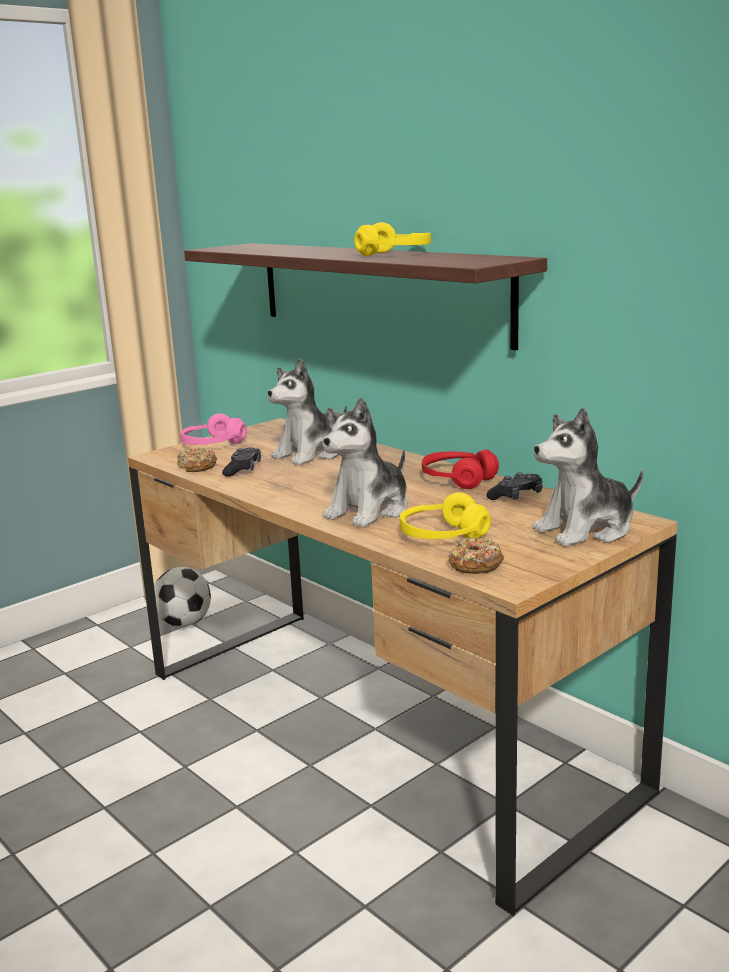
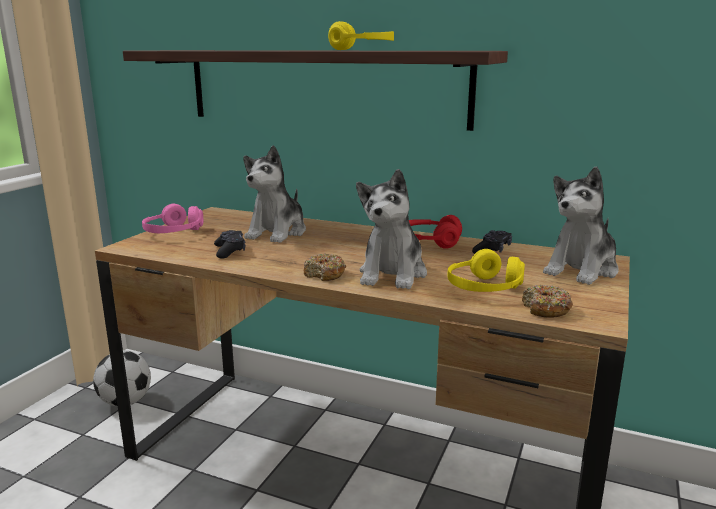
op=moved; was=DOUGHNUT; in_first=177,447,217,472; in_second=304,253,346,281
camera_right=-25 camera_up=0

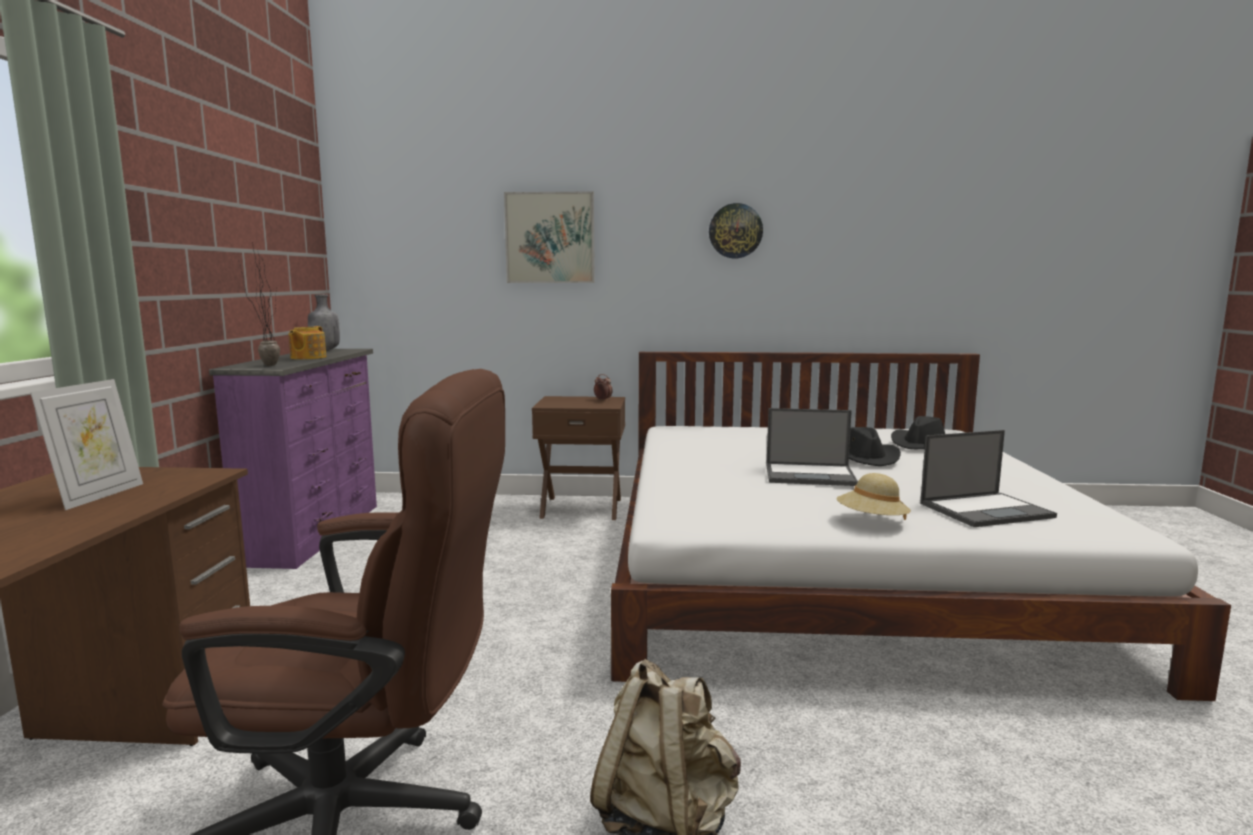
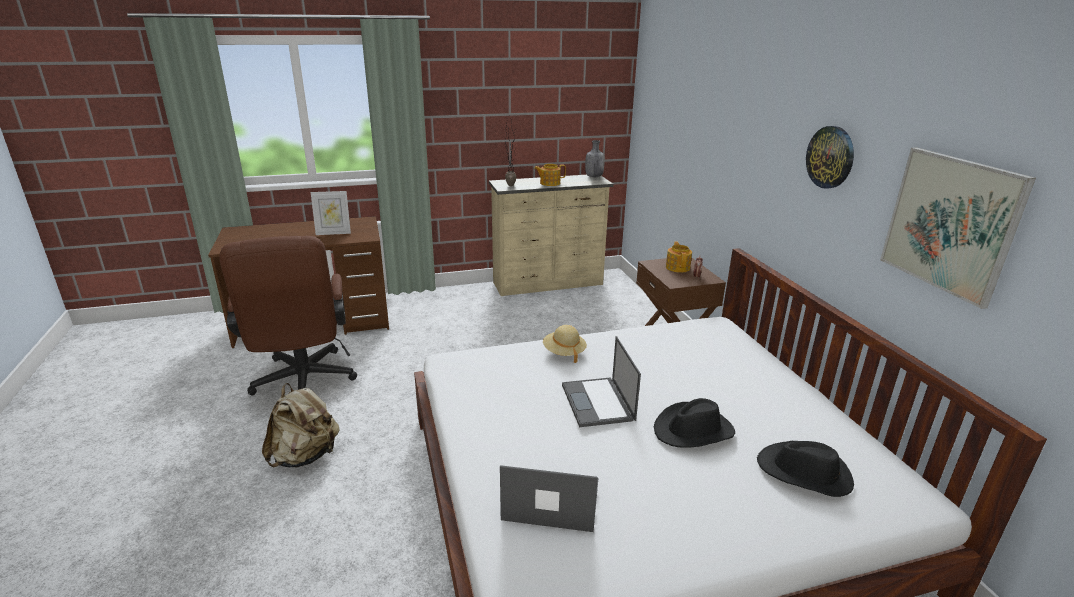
op=recoloured; was=PURPLISH DRAWER CHEST; now=BEIGE DRAWER CHEST; in_first=209,349,377,569; in_second=489,175,613,296
op=moved; was=WALL PICTURE; in_first=504,191,595,283; in_second=880,147,1036,309
op=moved; was=BEIGE HAT; in_first=836,473,911,520; in_second=543,325,587,363
op=turned; was=PORTABLE COMPUTER; in_first=920,430,1057,527; in_second=500,465,598,532; clockwise=135
op=added; now=TEA POT; in_second=666,242,692,273
camera_right=70 camera_up=15

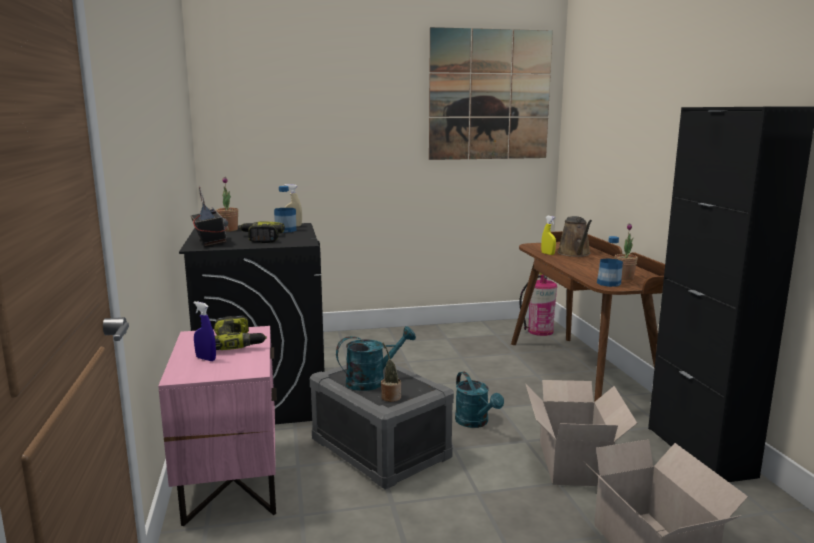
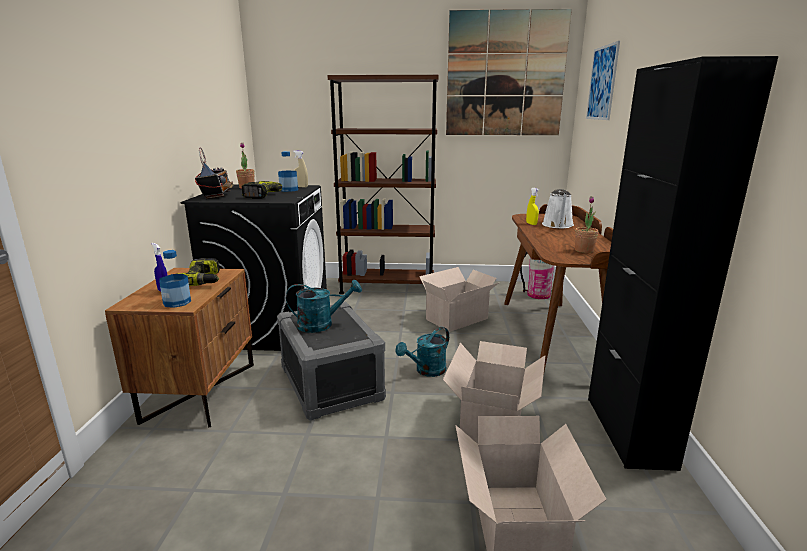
op=recoloured; was=PINK NIGHT TABLE; now=BROWNISH NIGHT TABLE; in_first=158,326,277,526; in_second=105,268,254,428
op=removed; was=HOUSEPLANT; in_first=381,342,401,402
op=turned; was=TURQUOISE-COLOURED WATERING CAN; in_first=455,372,504,428; in_second=395,327,449,377; clockwise=60
op=recoloured; was=BROWNISH WATERING CAN; now=WHITE WATERING CAN; in_first=558,216,592,257; in_second=542,189,574,228
op=moved; was=BEVERAGE BOTTLE; in_first=597,236,623,287; in_second=159,250,191,308
op=added; now=BROWNISH BOOKCASE; in_second=328,75,439,294
op=added; now=CARDBOARD BOX; in_second=419,267,498,332
op=added; now=WALL PICTURE; in_second=586,41,620,120
camera_right=15 camera_up=5

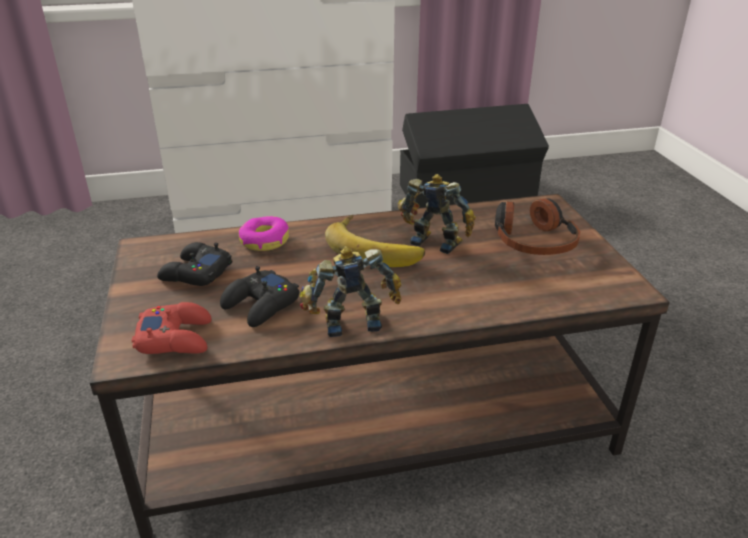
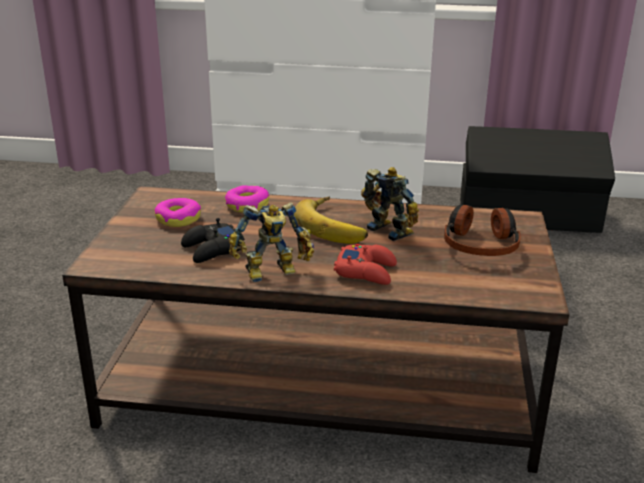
op=moved; was=RED-COLOURED GAME CONTROLLER; in_first=132,302,212,354; in_second=334,244,397,285
op=replaced; was=BLACK GAME CONTROLLER; now=DOUGHNUT; in_first=157,242,232,286; in_second=154,198,201,227
op=turned; was=ROBOT FIGURE; in_first=300,246,402,337; in_second=229,202,314,282; clockwise=150
camera_right=20 camera_up=-5

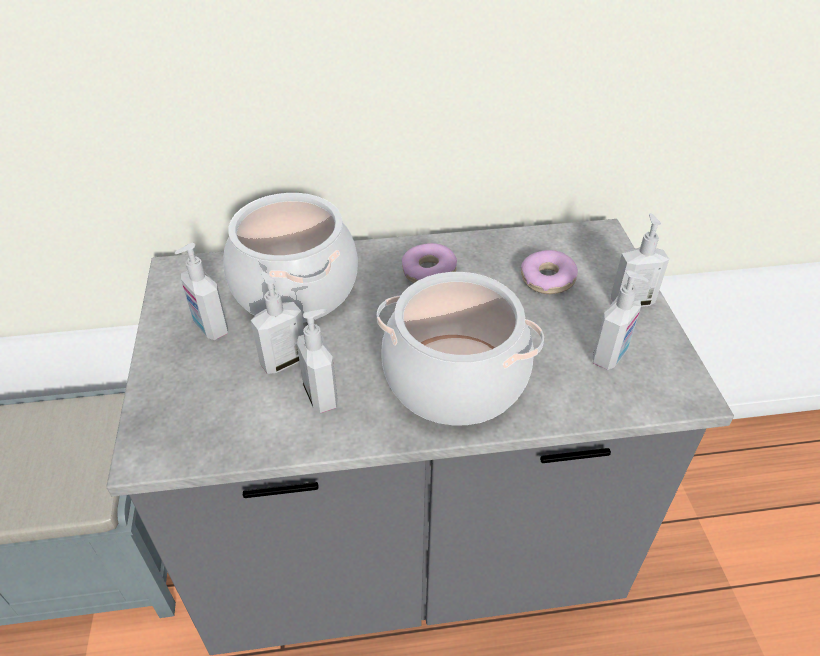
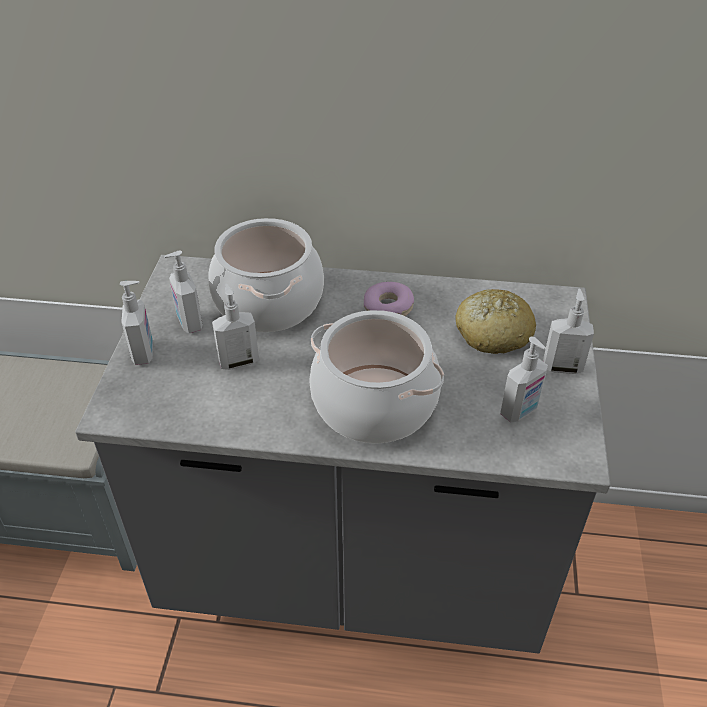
op=moved; was=LIQUID SOAP BOTTLE; in_first=297,309,338,413; in_second=120,281,153,365
op=replaced; was=DOUGHNUT; now=BAKERY BREAD; in_first=521,250,578,294; in_second=456,289,536,354
camera_right=15 camera_up=0

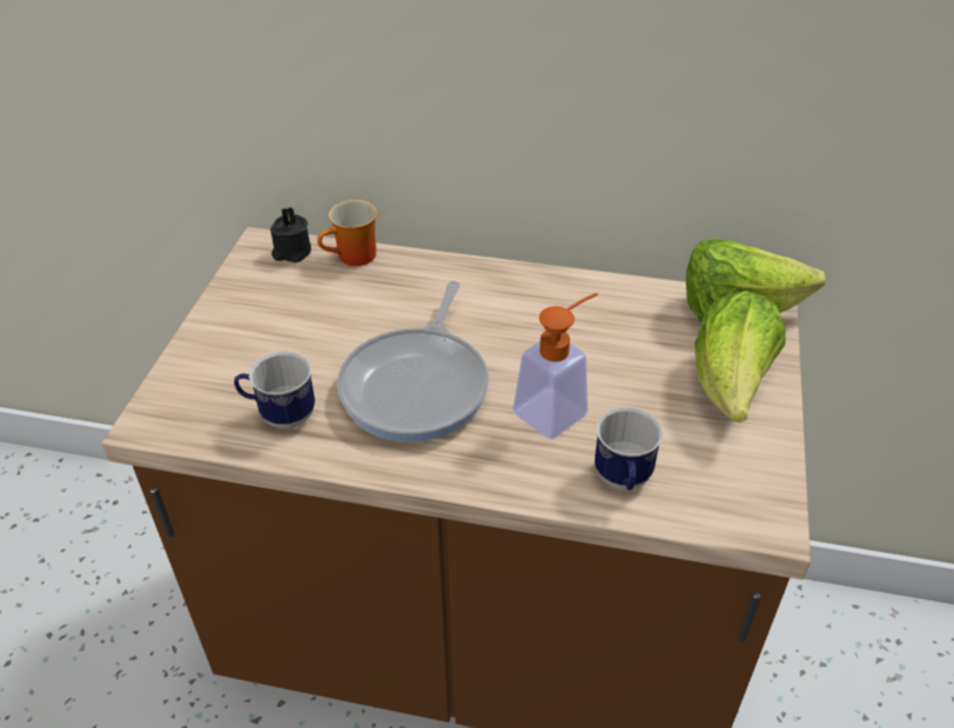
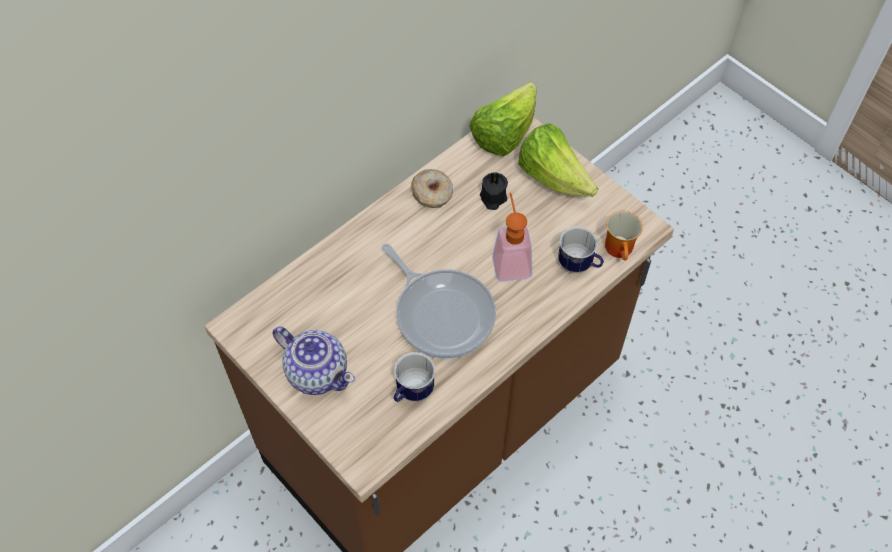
op=moved; was=BLACK CANDLE; in_first=270,207,311,263; in_second=480,172,508,210
op=moved; was=TEA MUG; in_first=317,200,377,266; in_second=605,211,643,260
op=added; now=TEA POT; in_second=272,326,355,395
op=added; now=DOUGHNUT; in_second=411,169,453,208
camera_right=-55 camera_up=15

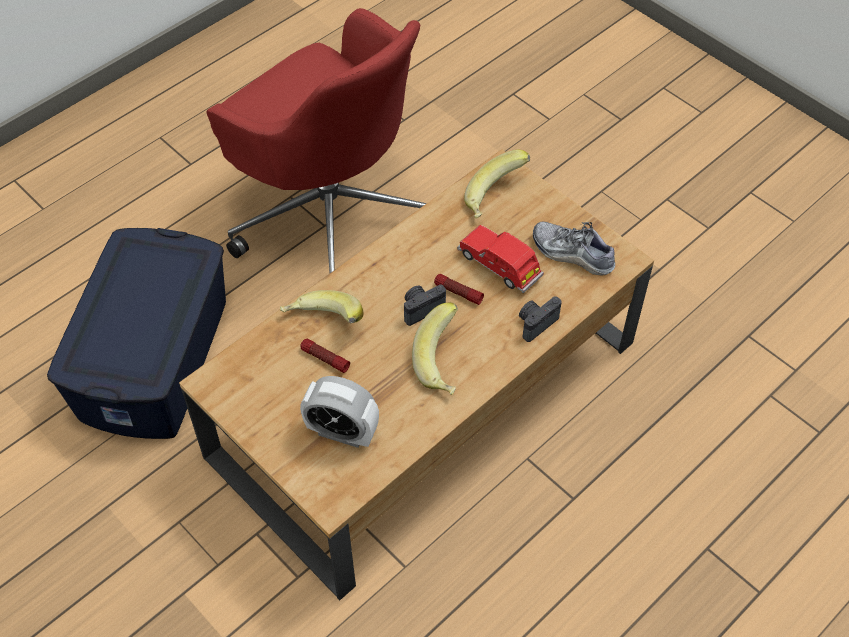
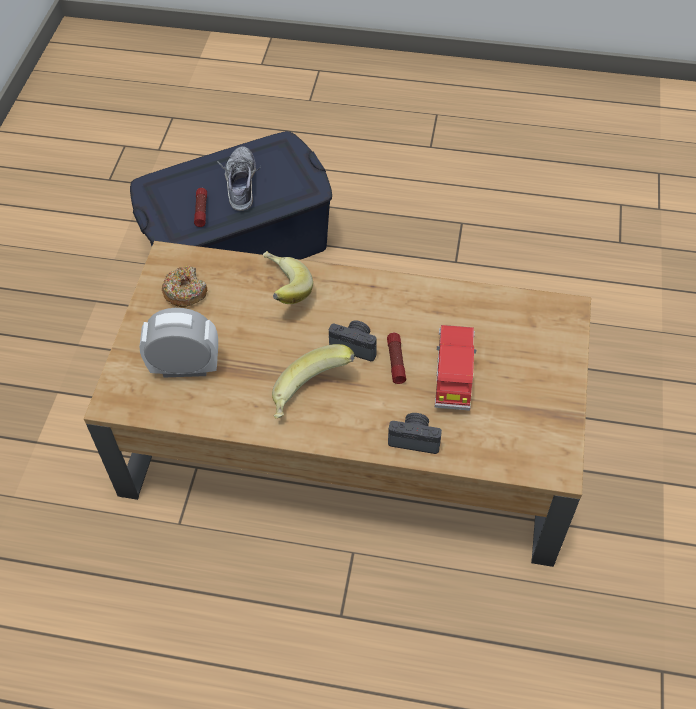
op=removed; was=RED-COLOURED DESK CHAIR; in_first=207,8,427,273
op=moved; was=HAND TORCH; in_first=300,339,350,373; in_second=194,188,207,227
op=turned; was=ALARM CLOCK; in_first=300,376,379,448; in_second=139,308,218,377; clockwise=105
op=removed; was=BANANA; in_first=464,150,530,218
op=moved; was=LOW SHOE; in_first=533,222,615,275; in_second=217,146,261,211
op=added; now=DOUGHNUT; in_second=162,266,207,307
camera_right=55 camera_up=0

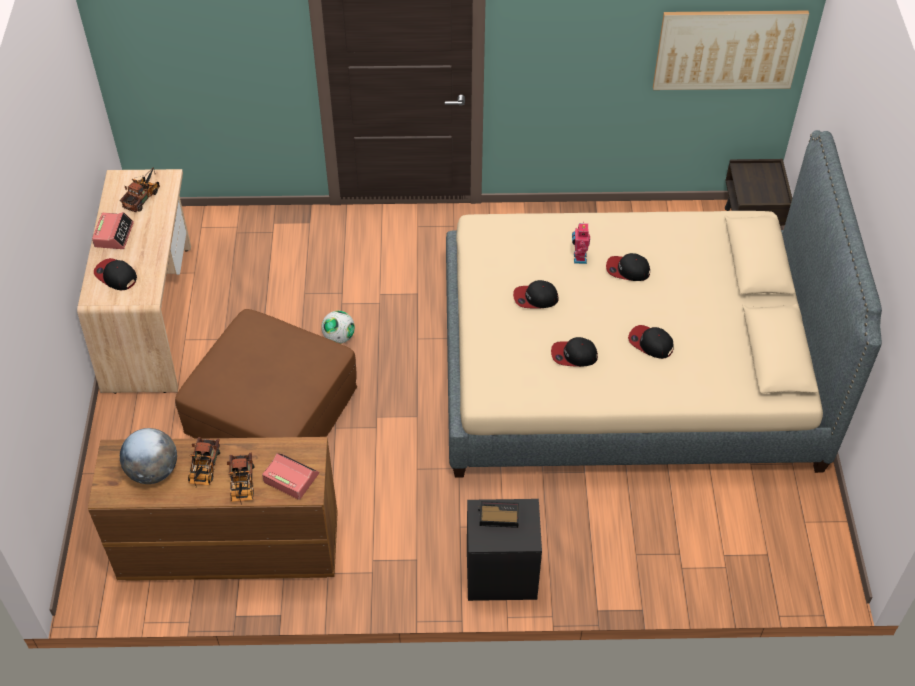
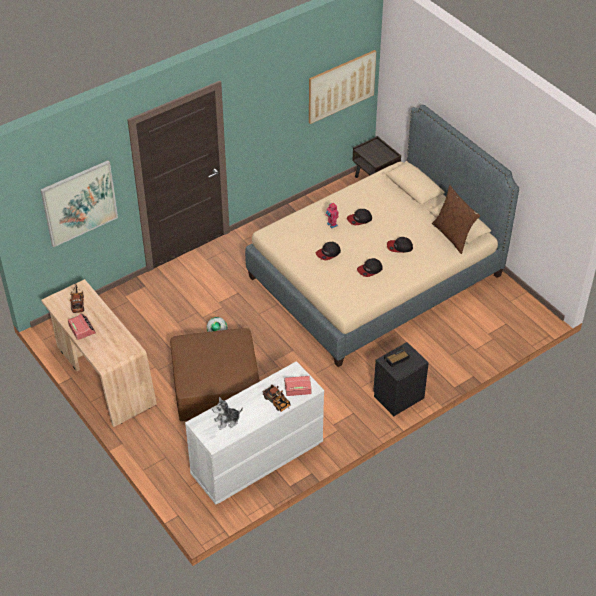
op=recoloured; was=BROWNISH DRAWER CHEST; now=WHITE DRAWER CHEST; in_first=88,437,338,581; in_second=185,361,324,505
op=removed; was=PEAKED CAP; in_first=94,258,137,290
op=replaced; was=GLOBE; now=SOFT TOY; in_first=120,428,177,484; in_second=212,397,243,430
op=removed; was=TOY LORRY; in_first=188,437,220,487
op=added; now=WALL PICTURE; in_second=40,160,118,247
op=added; now=BROWNISH CUSHION; in_second=432,185,480,254
camera_right=-35 camera_up=-5

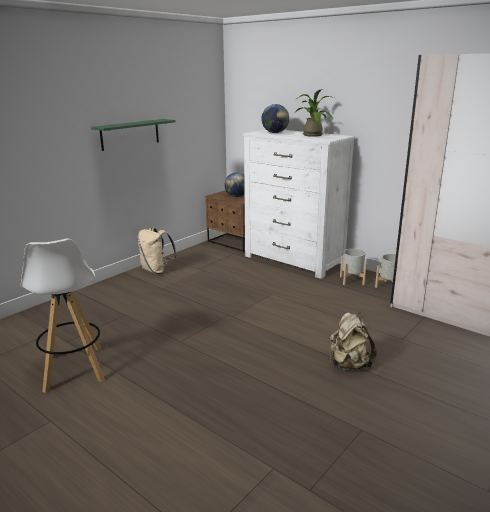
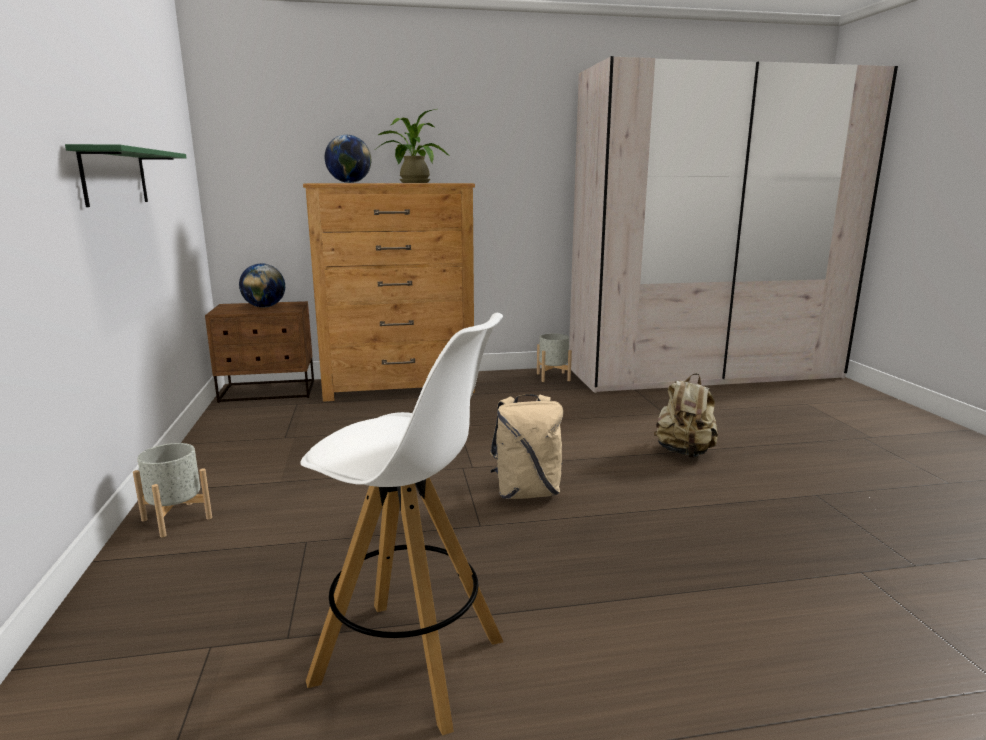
op=moved; was=BEIGE RUCKSACK; in_first=138,227,177,274; in_second=490,394,563,499
op=recoloured; was=WHITE DRAWER CHEST; now=BROWNISH DRAWER CHEST; in_first=243,130,355,279; in_second=303,183,475,402
op=moved; was=GREY PLANTER; in_first=340,249,367,285; in_second=133,443,212,537
camera_right=-50 camera_up=-5

